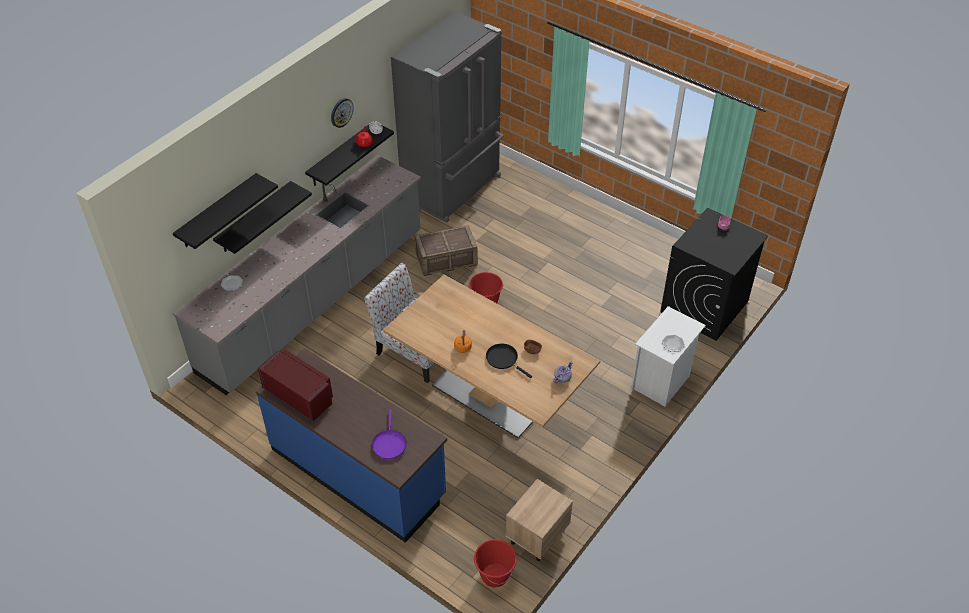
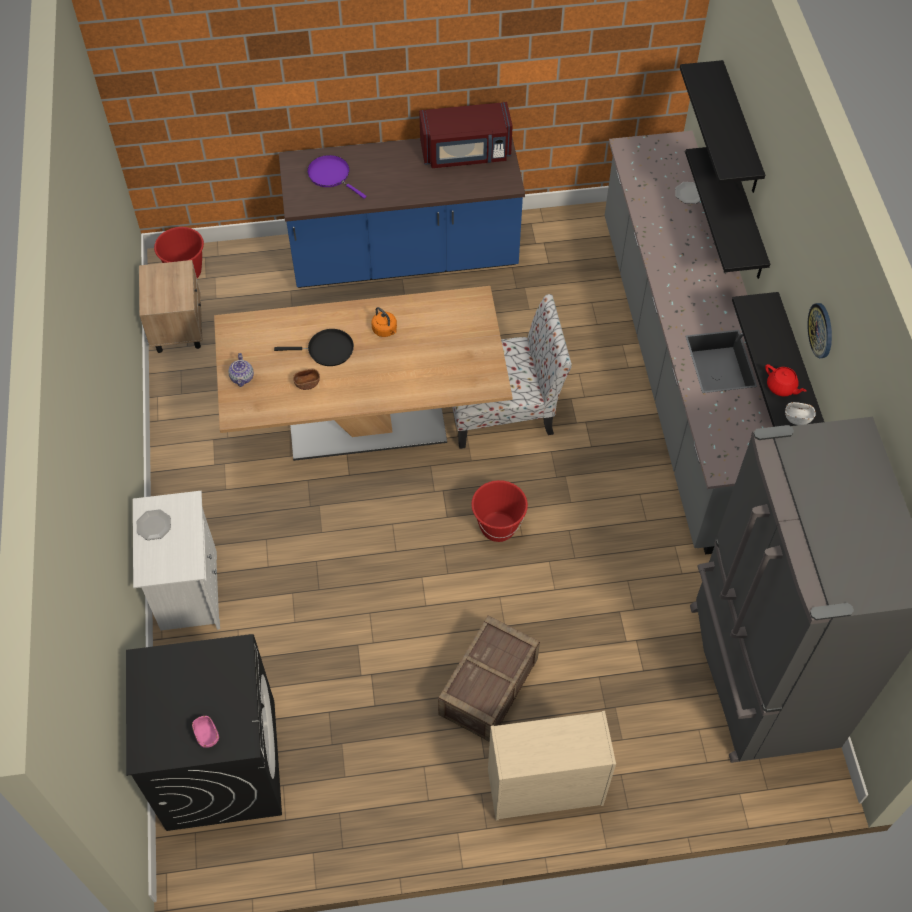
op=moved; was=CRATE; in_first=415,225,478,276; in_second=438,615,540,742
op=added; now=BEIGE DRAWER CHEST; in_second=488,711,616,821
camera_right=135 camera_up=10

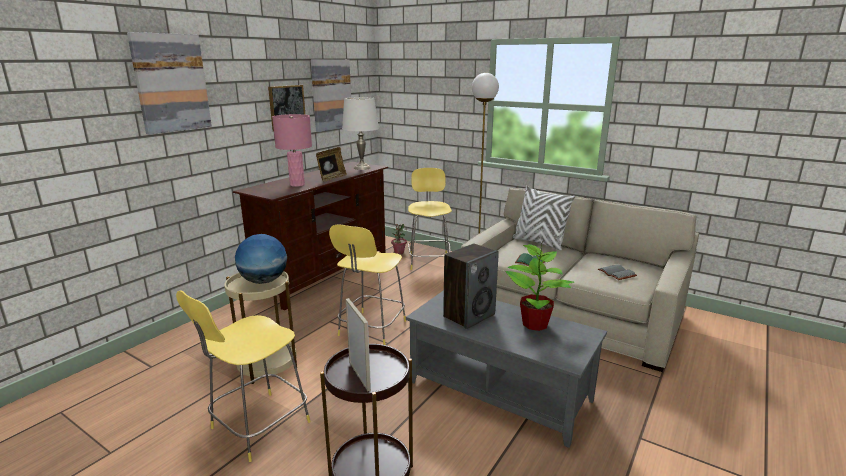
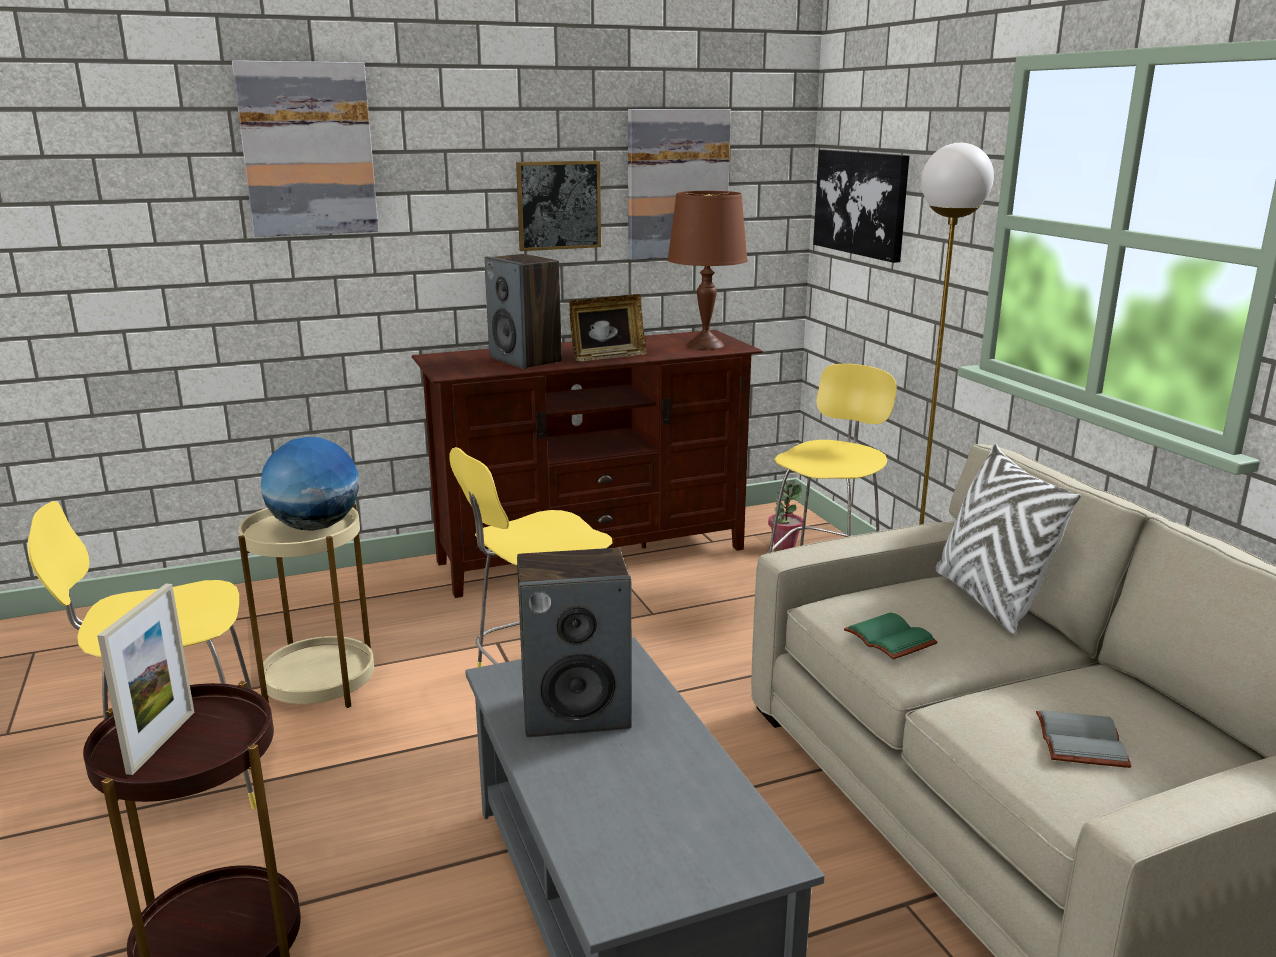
op=replaced; was=PINK TABLETOP LAMP; now=LOUDSPEAKER; in_first=272,114,312,187; in_second=484,254,562,369
op=recoloured; was=WHITE TABLETOP LAMP; now=BROWNISH TABLETOP LAMP; in_first=342,97,379,170; in_second=667,191,748,349
op=removed; was=HOUSEPLANT; in_first=506,244,574,331
op=added; now=WALL PICTURE; in_second=813,150,909,263
camera_right=35 camera_up=0

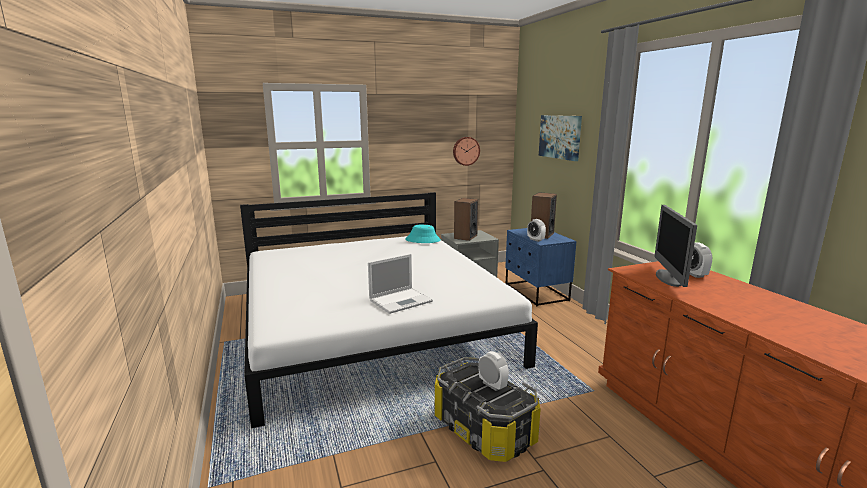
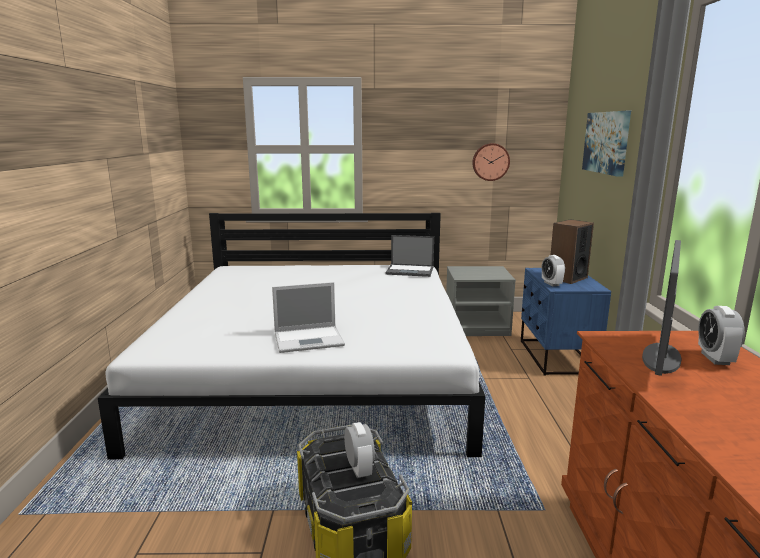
op=replaced; was=TURQUOISE-COLOURED HAT; now=PORTABLE COMPUTER; in_first=405,224,441,243; in_second=386,235,434,277
op=removed; was=LOUDSPEAKER; in_first=454,198,478,241
camera_right=20 camera_up=0

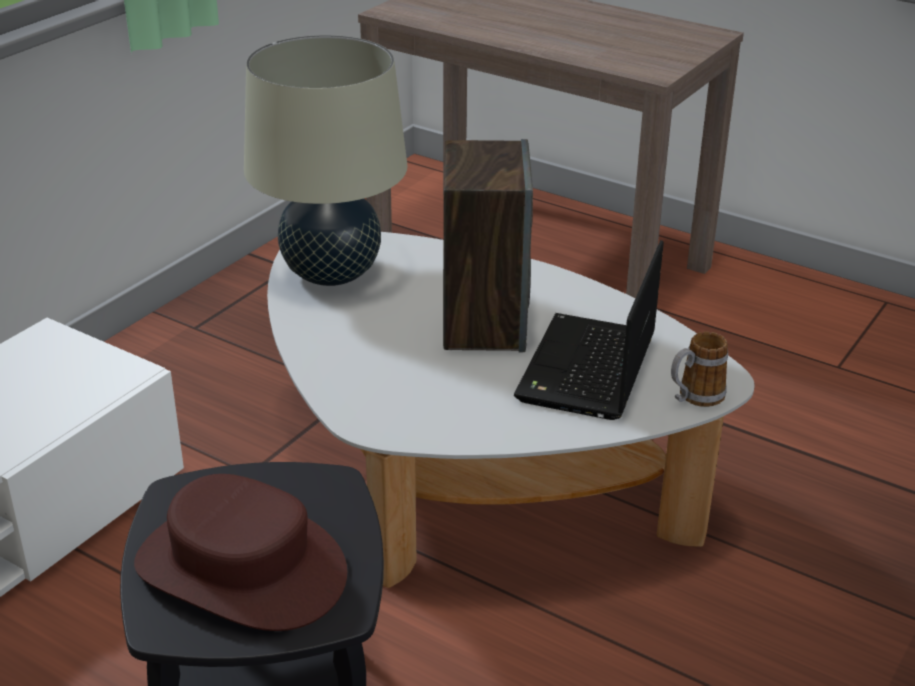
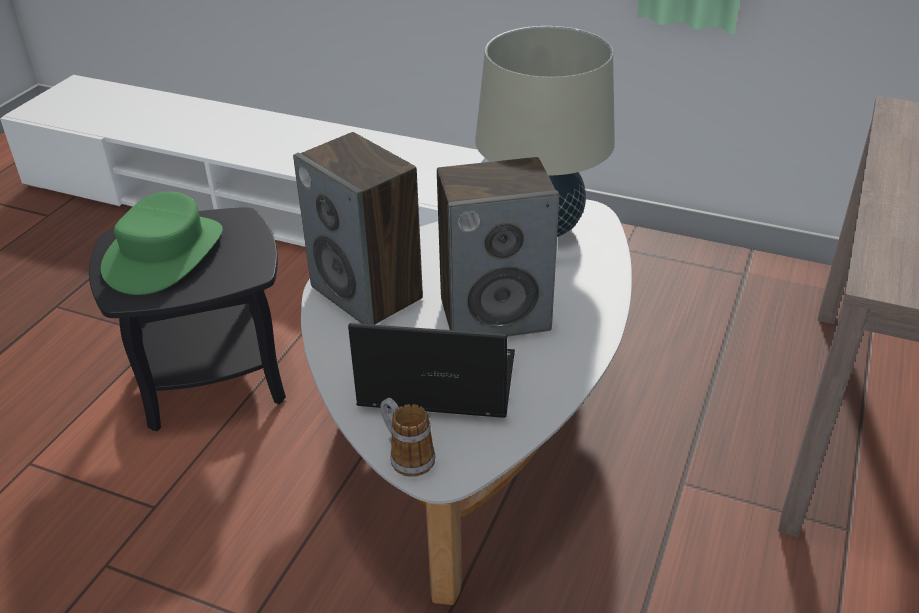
op=recoloured; was=BROWNISH HAT; now=GREENISH HAT; in_first=134,474,347,631; in_second=101,191,223,295
op=added; now=LOUDSPEAKER; in_second=293,132,423,325
camera_right=80 camera_up=5

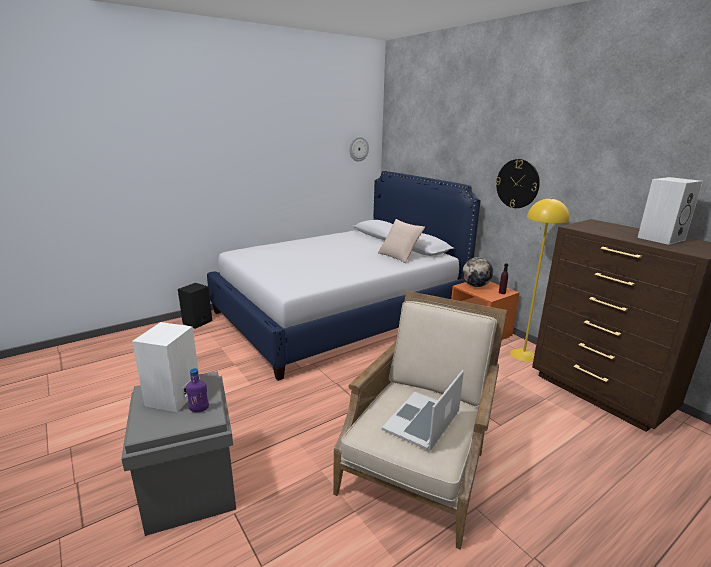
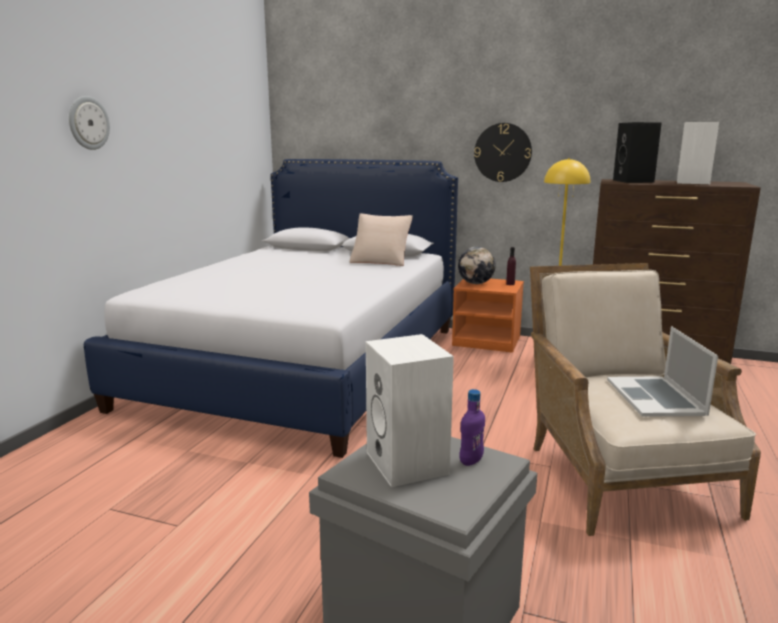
op=moved; was=BLACK LOUDSPEAKER; in_first=178,283,212,329; in_second=613,122,662,183
op=moved; was=WALL CLOCK; in_first=349,136,369,161; in_second=69,96,110,150
camera_right=-35 camera_up=-5

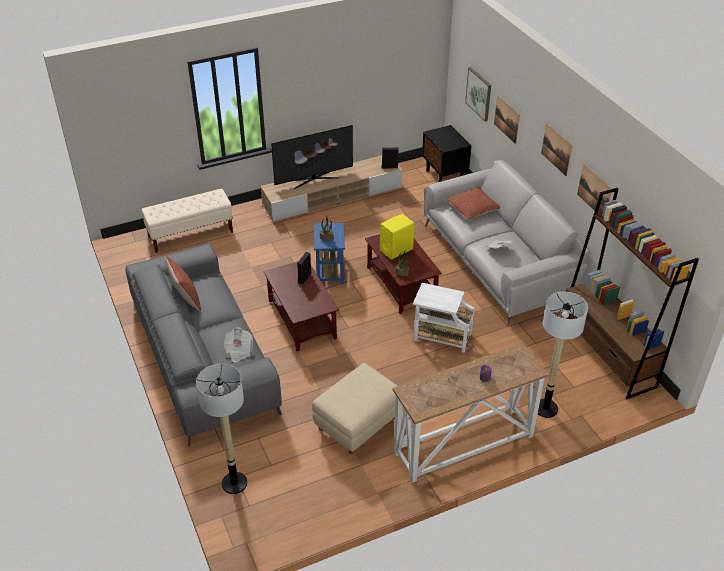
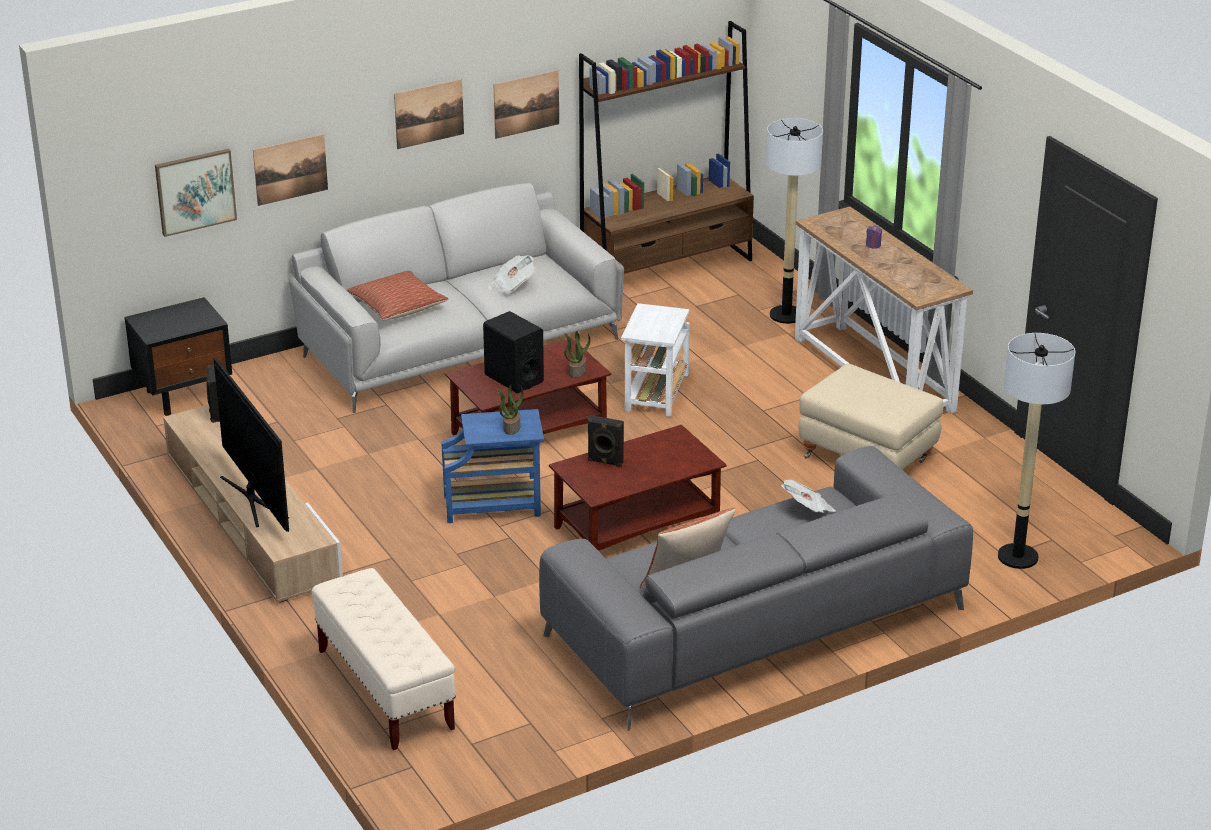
op=recoloured; was=YELLOW-COLOURED LOUDSPEAKER; now=BLACK LOUDSPEAKER; in_first=380,214,414,260; in_second=483,311,544,393
camera_right=-95 camera_up=-10

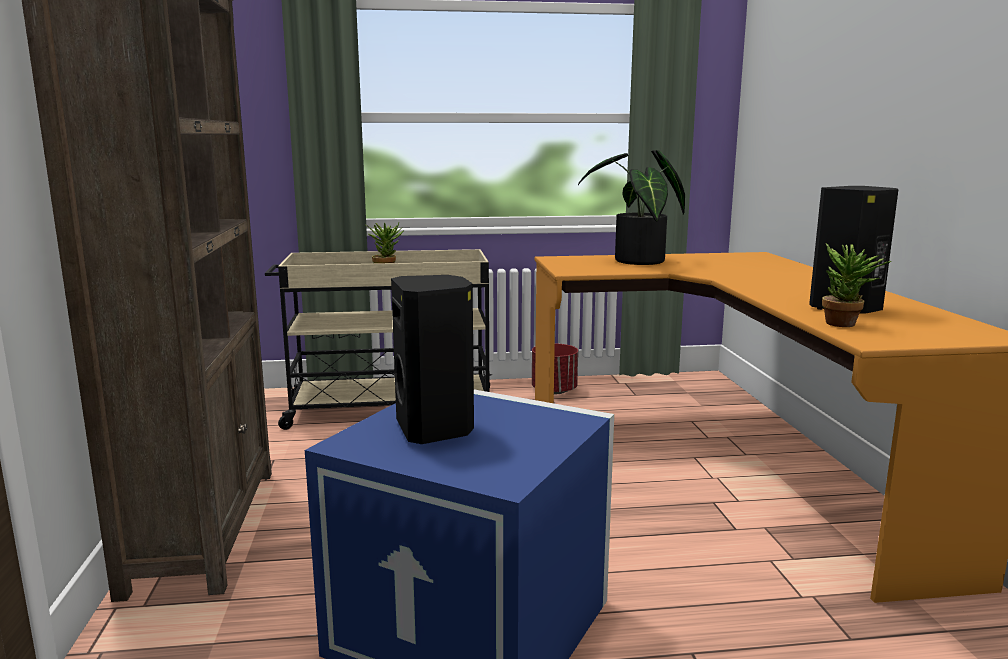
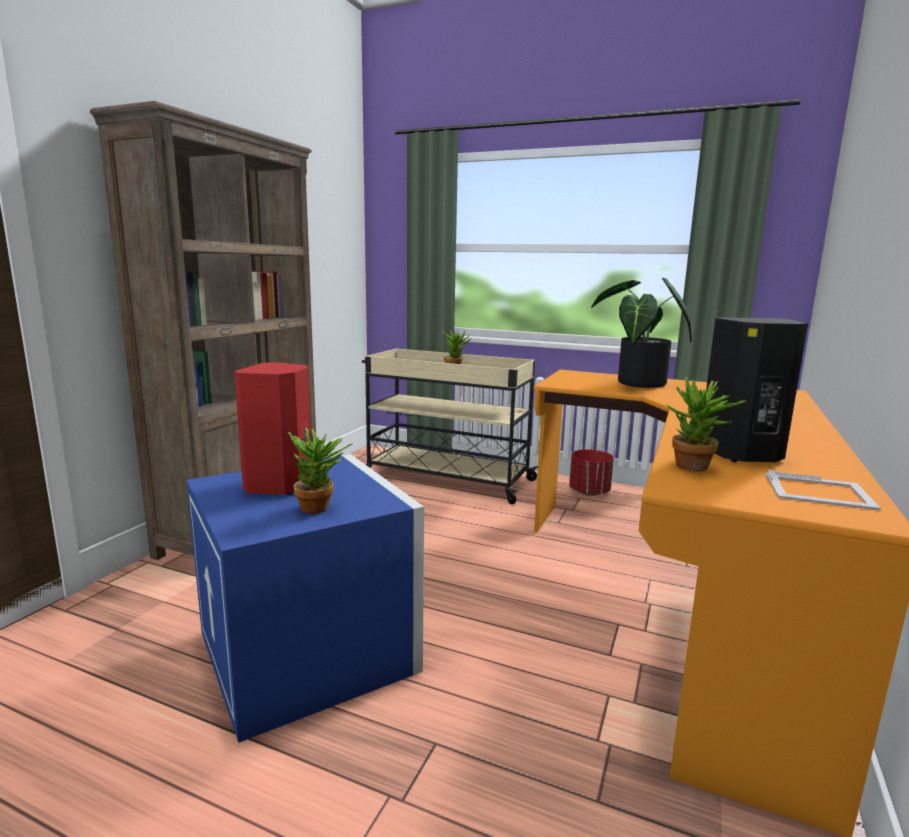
op=recoloured; was=BLACK LOUDSPEAKER; now=RED-COLOURED LOUDSPEAKER; in_first=391,275,474,444; in_second=234,362,311,495
op=added; now=HOUSEPLANT; in_second=288,428,353,514
op=added; now=PHOTO FRAME; in_second=766,469,881,511
camera_right=30 camera_up=0

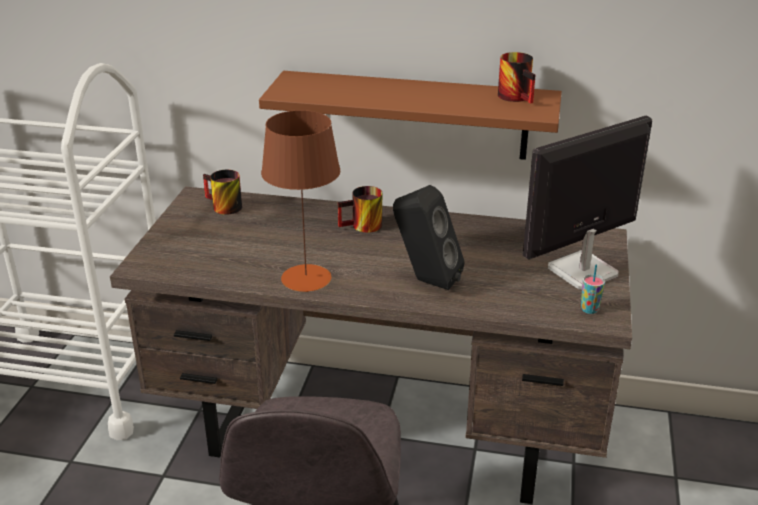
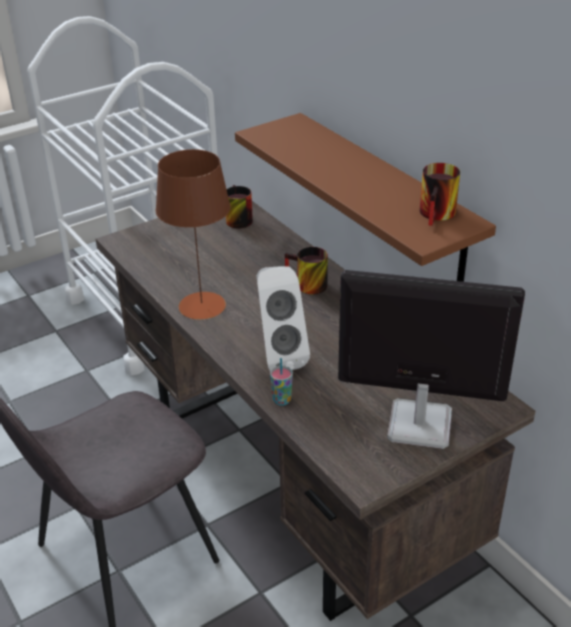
op=recoloured; was=BLACK LOUDSPEAKER; now=WHITE LOUDSPEAKER; in_first=393,185,464,290; in_second=257,266,310,371
op=moved; was=DRINKING CUP; in_first=581,264,605,314; in_second=270,358,293,406
camera_right=45 camera_up=5

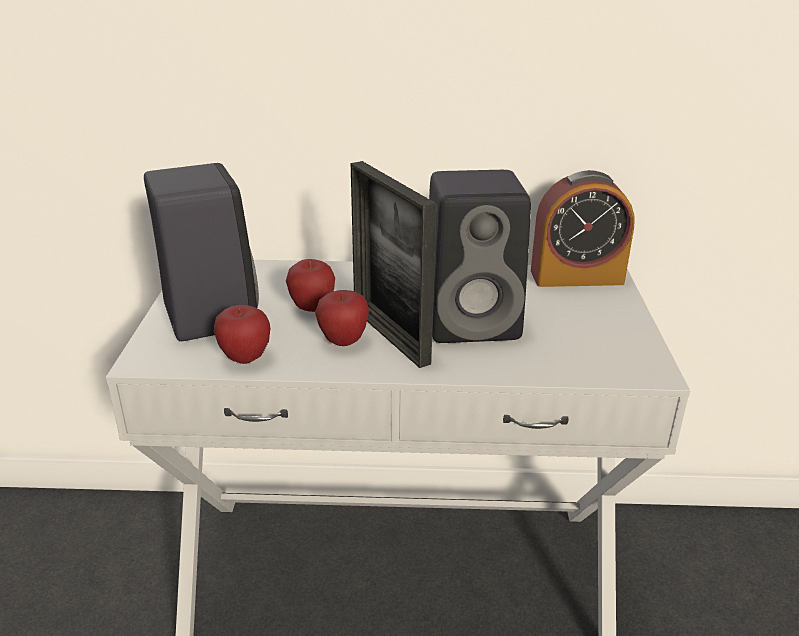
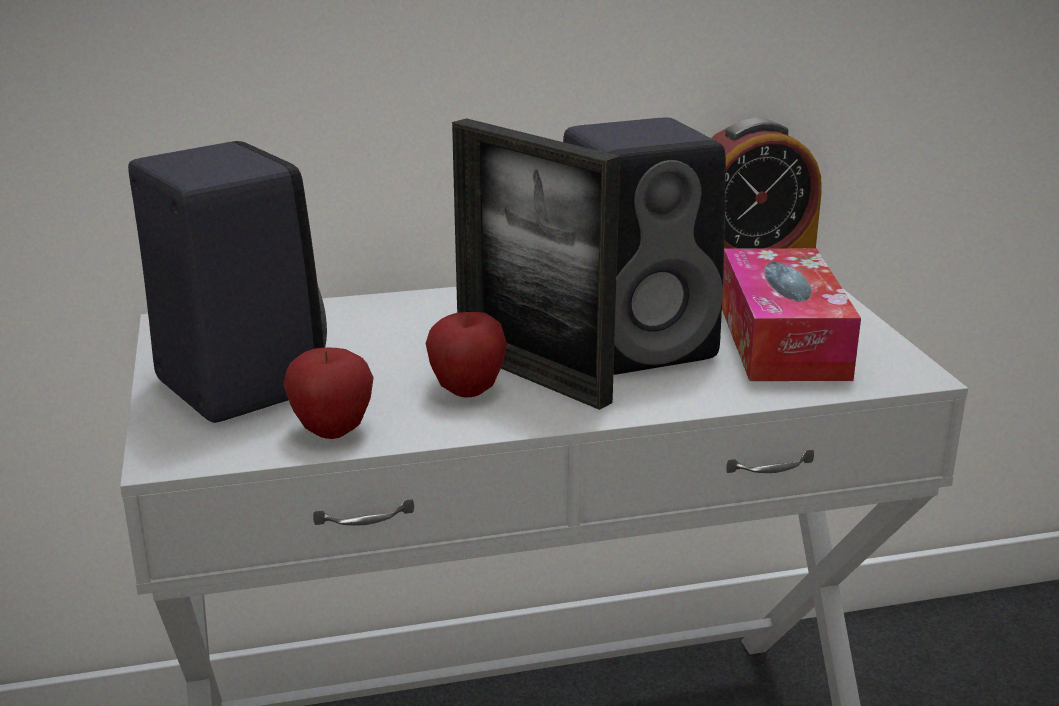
op=removed; was=APPLE; in_first=286,259,335,312
op=added; now=TISSUE HOLDER; in_second=722,248,861,381
camera_right=-15 camera_up=-5

